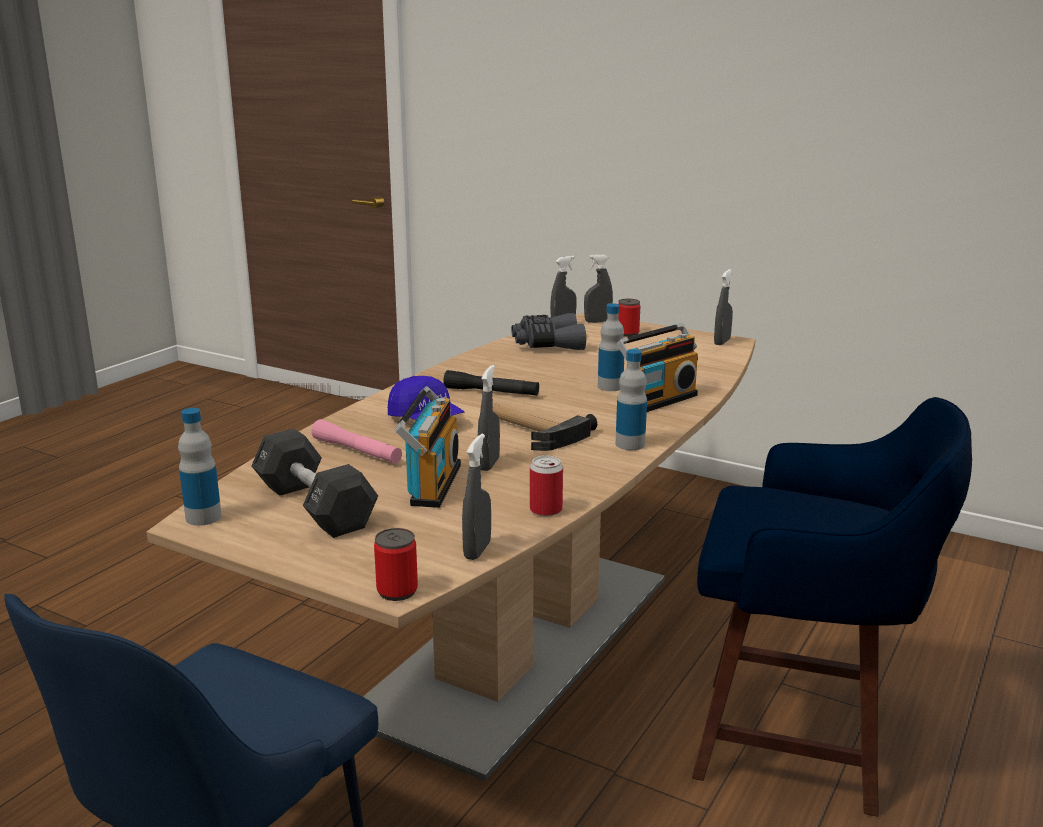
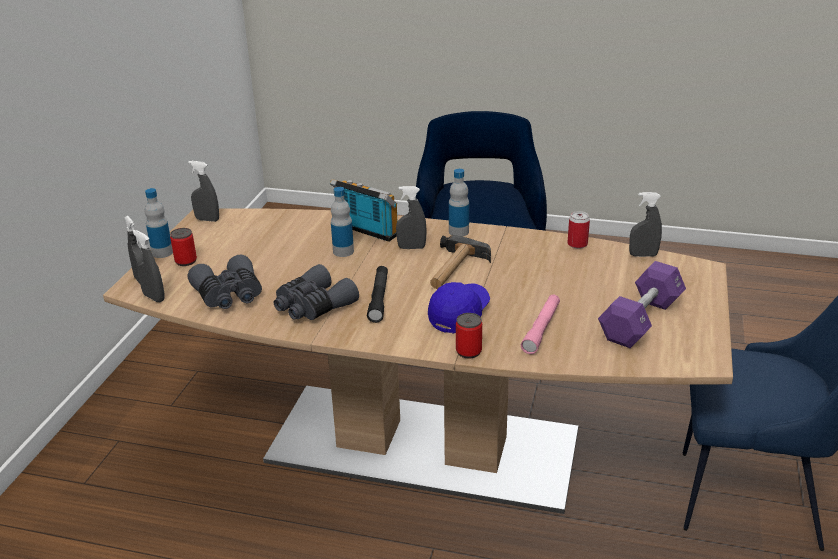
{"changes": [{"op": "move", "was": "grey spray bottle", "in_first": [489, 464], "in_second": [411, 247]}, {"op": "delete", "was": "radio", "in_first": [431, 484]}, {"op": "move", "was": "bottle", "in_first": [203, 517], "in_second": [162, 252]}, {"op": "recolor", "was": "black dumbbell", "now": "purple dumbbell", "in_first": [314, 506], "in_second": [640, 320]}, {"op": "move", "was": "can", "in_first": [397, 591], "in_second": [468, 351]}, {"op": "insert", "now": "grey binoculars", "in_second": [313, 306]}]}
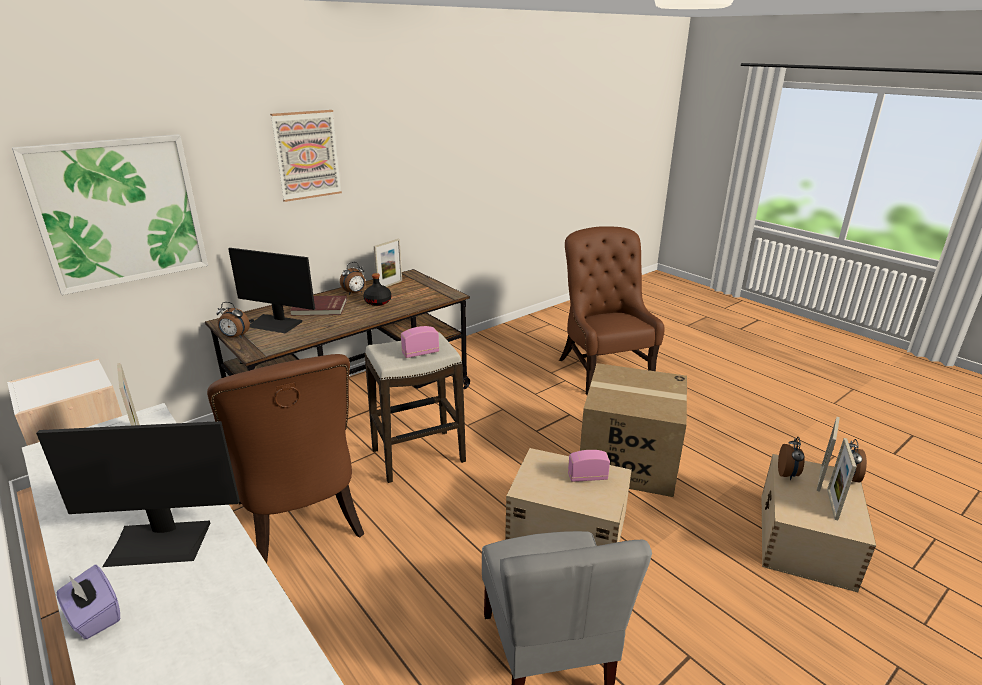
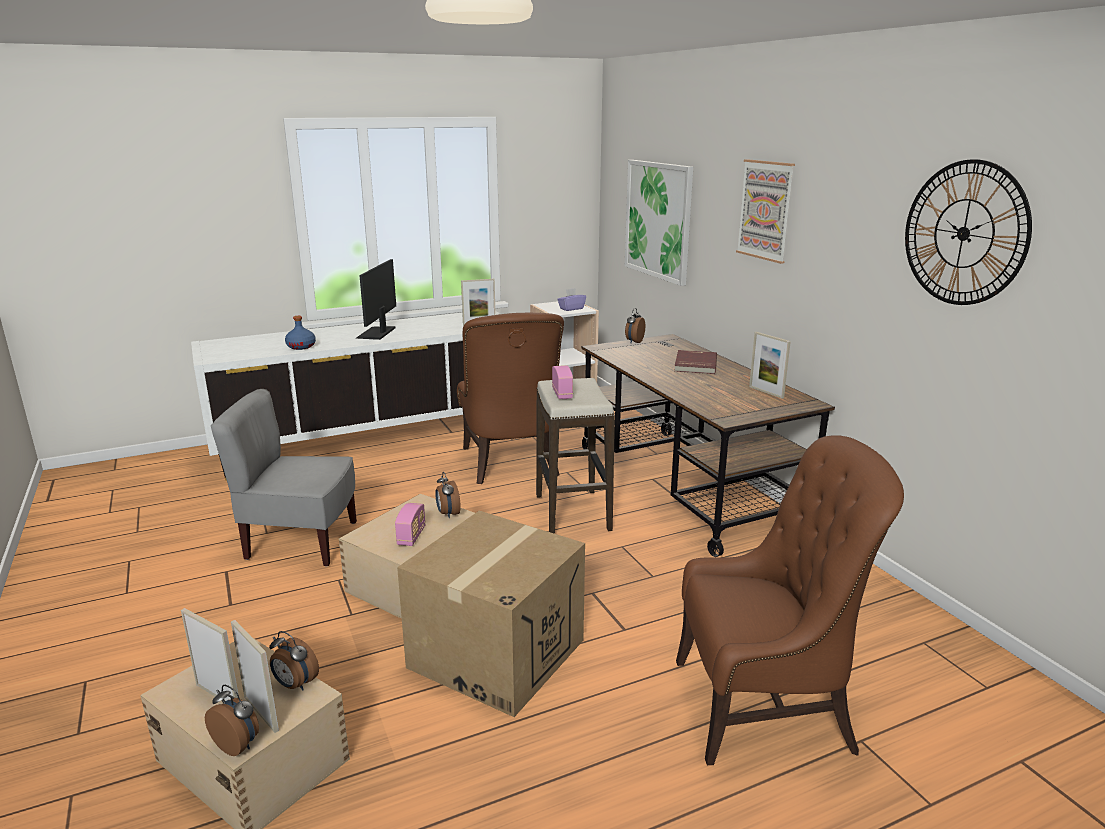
{"changes": [{"op": "delete", "was": "monitor", "in_first": [275, 323]}, {"op": "move", "was": "alarm clock", "in_first": [355, 293], "in_second": [448, 514]}, {"op": "delete", "was": "black bottle", "in_first": [378, 302]}, {"op": "rotate", "was": "brown chair", "in_first": [301, 519], "in_second": [511, 462], "clockwise": -90}, {"op": "move", "was": "purple tissue box", "in_first": [94, 616], "in_second": [571, 308]}, {"op": "insert", "now": "wall clock", "in_second": [964, 233]}, {"op": "insert", "now": "blue bottle", "in_second": [301, 346]}]}
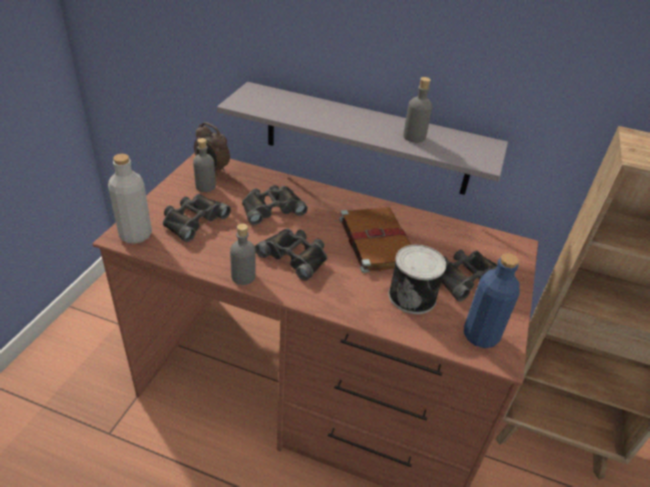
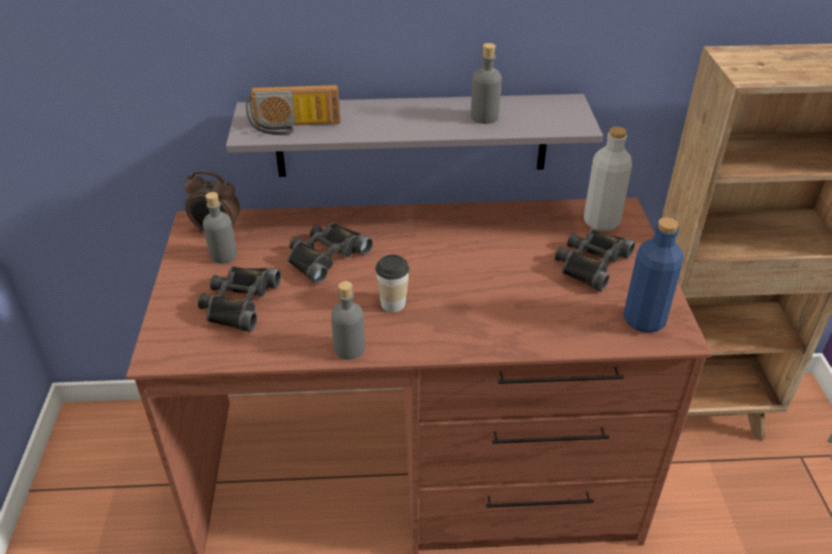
{"changes": [{"op": "move", "was": "grey bottle", "in_first": [135, 235], "in_second": [601, 222]}, {"op": "delete", "was": "brown book", "in_first": [376, 240]}, {"op": "replace", "was": "black binoculars", "now": "cup", "in_first": [295, 256], "in_second": [393, 303]}, {"op": "delete", "was": "can", "in_first": [413, 296]}, {"op": "insert", "now": "radio", "in_second": [294, 127]}]}
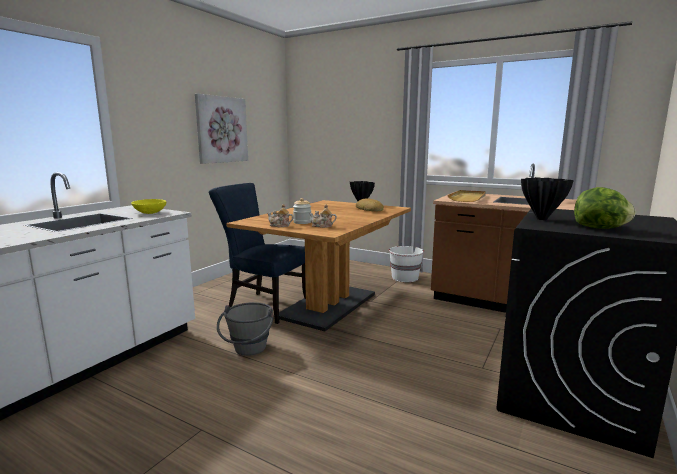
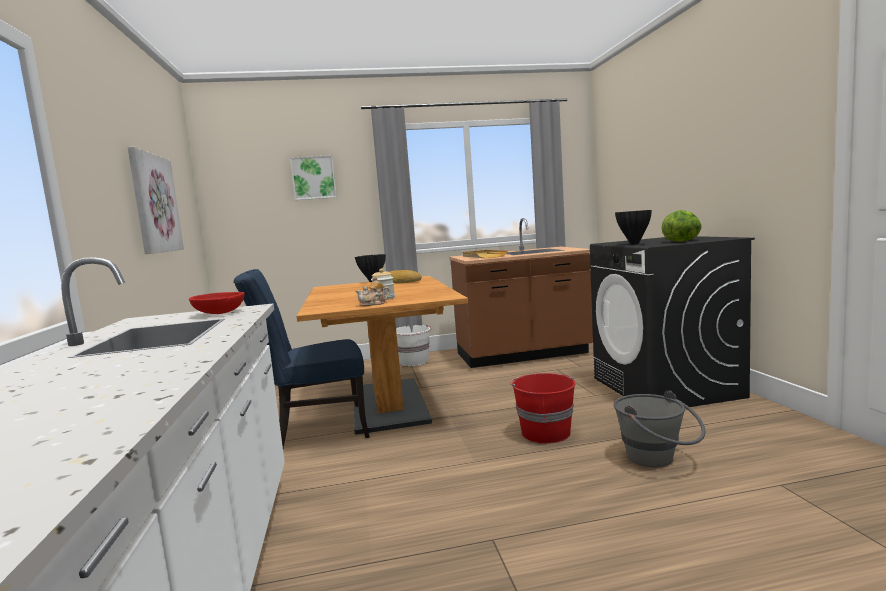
{"changes": [{"op": "recolor", "was": "yellow bowl", "now": "red bowl", "in_first": [150, 213], "in_second": [219, 313]}, {"op": "delete", "was": "teapot", "in_first": [322, 226]}, {"op": "move", "was": "grey bucket", "in_first": [248, 351], "in_second": [658, 460]}, {"op": "insert", "now": "picture", "in_second": [313, 178]}, {"op": "insert", "now": "red bucket", "in_second": [545, 432]}]}
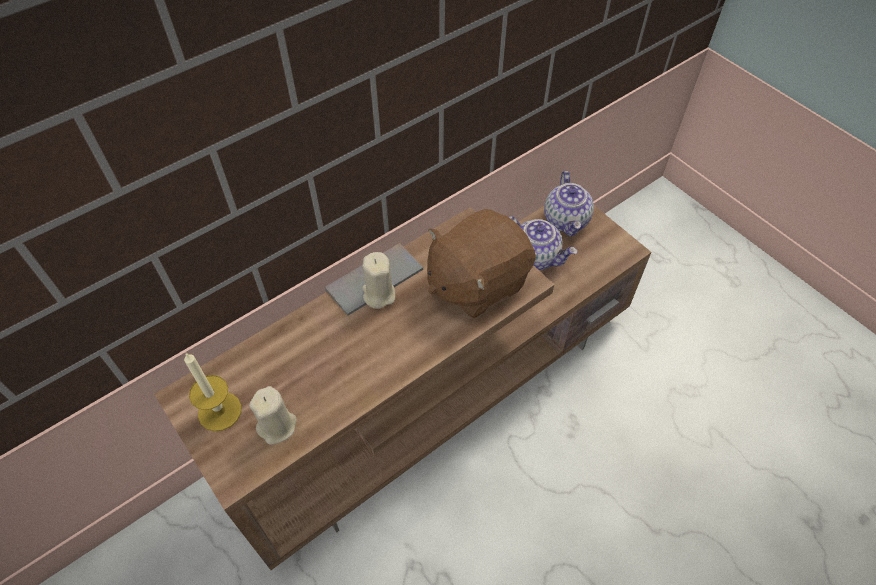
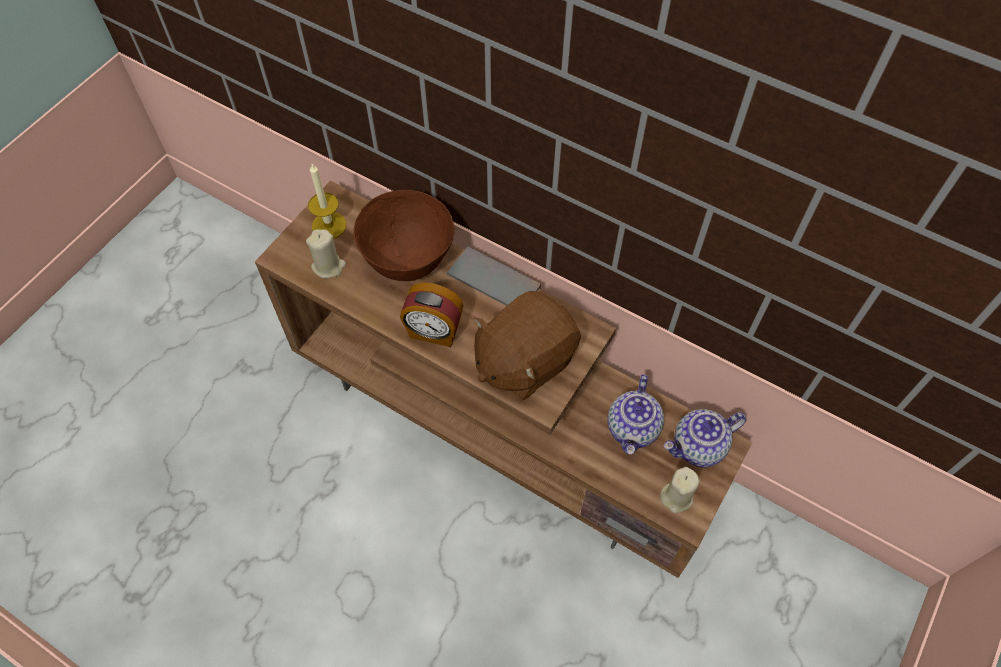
{"changes": [{"op": "rotate", "was": "brown plush toy", "in_first": [476, 282], "in_second": [524, 361], "clockwise": -75}, {"op": "move", "was": "beige candle", "in_first": [378, 294], "in_second": [676, 496]}, {"op": "insert", "now": "brown bowl", "in_second": [408, 261]}, {"op": "insert", "now": "alarm clock", "in_second": [434, 332]}]}
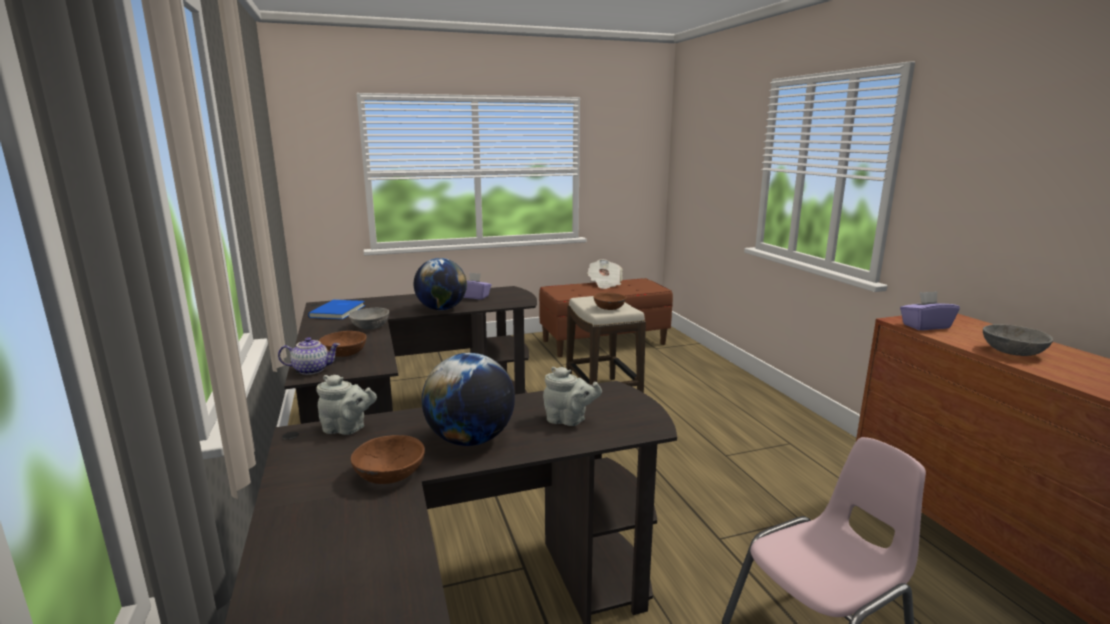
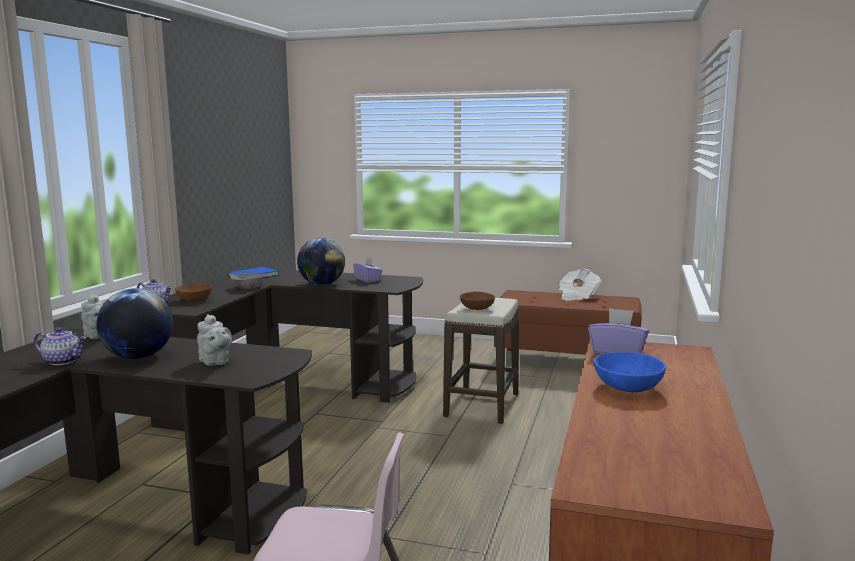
{"changes": [{"op": "recolor", "was": "grey bowl", "now": "blue bowl", "in_first": [1011, 351], "in_second": [628, 386]}, {"op": "replace", "was": "brown bowl", "now": "teapot", "in_first": [389, 474], "in_second": [63, 361]}]}
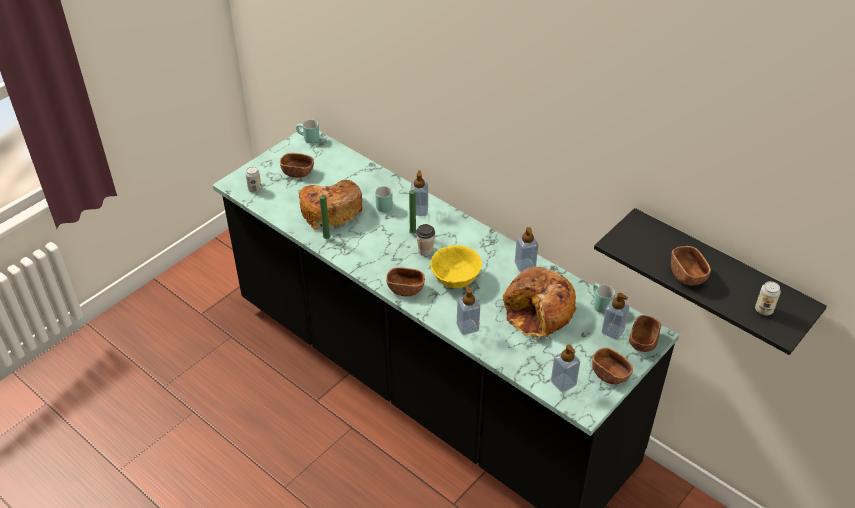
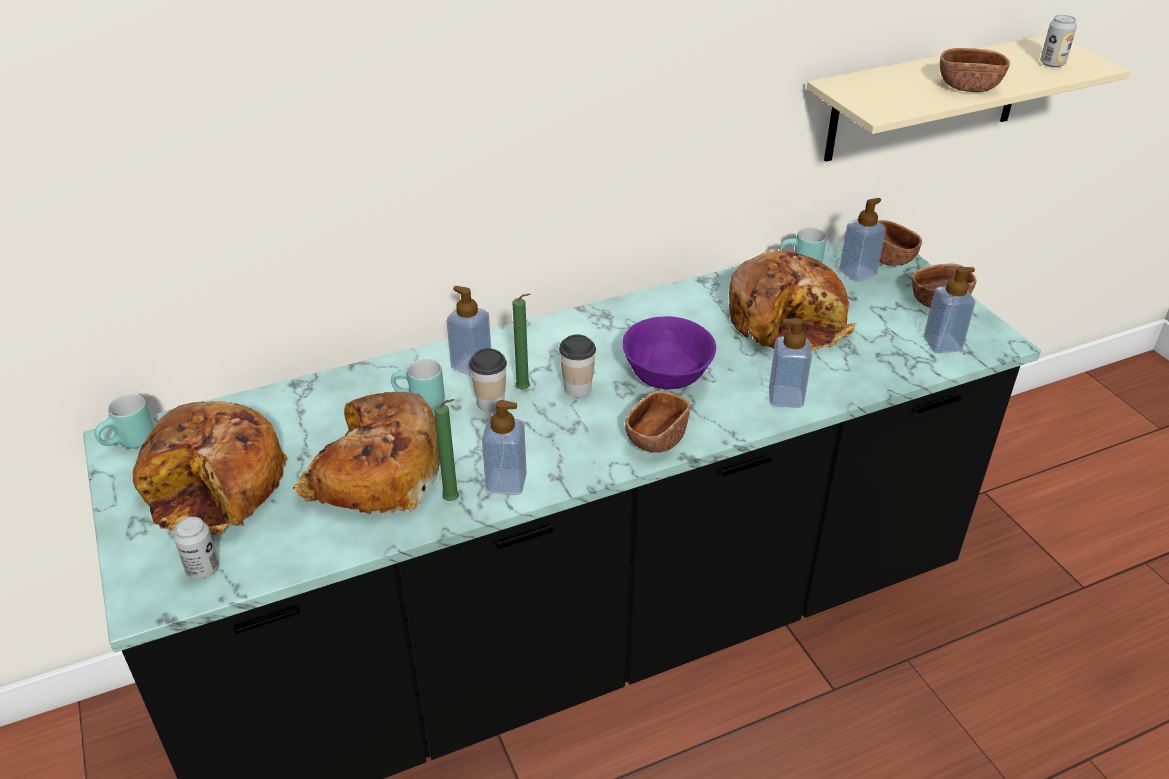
{"changes": [{"op": "replace", "was": "brown bowl", "now": "bread", "in_first": [298, 172], "in_second": [217, 487]}, {"op": "recolor", "was": "black shelf", "now": "beige shelf", "in_first": [719, 276], "in_second": [926, 98]}, {"op": "move", "was": "soap dispenser", "in_first": [525, 265], "in_second": [506, 482]}, {"op": "recolor", "was": "yellow bowl", "now": "purple bowl", "in_first": [455, 279], "in_second": [668, 377]}, {"op": "insert", "now": "cup", "in_second": [490, 403]}]}
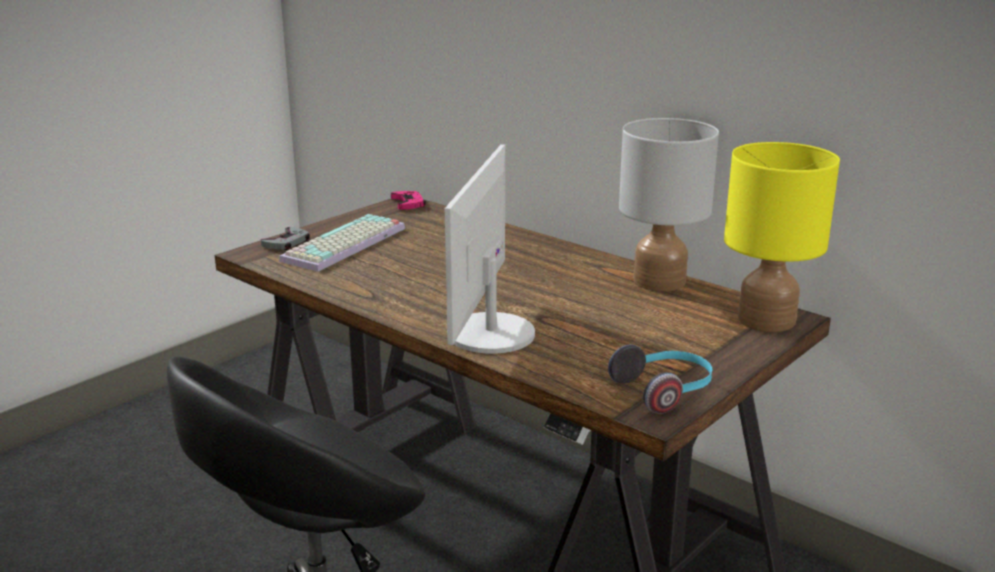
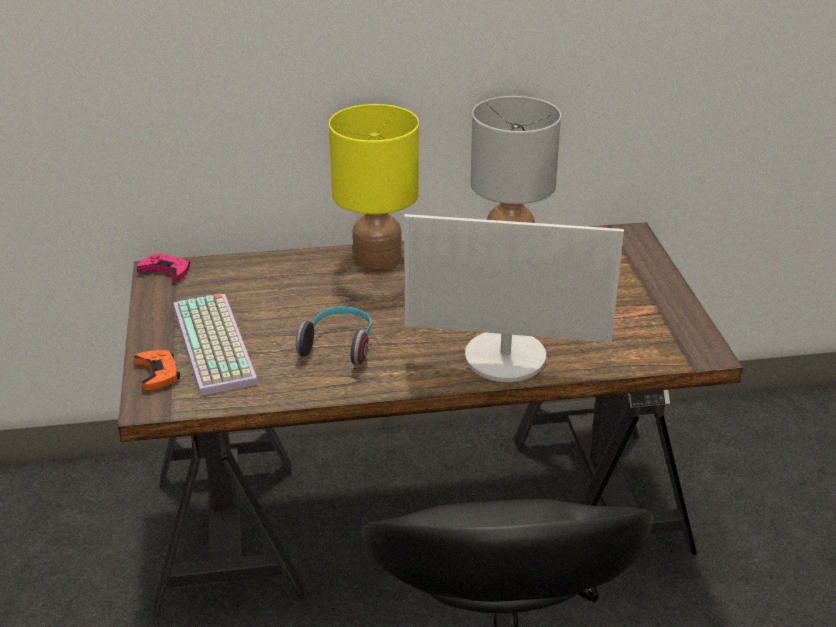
{"changes": [{"op": "move", "was": "yellow table lamp", "in_first": [765, 320], "in_second": [376, 257]}, {"op": "rotate", "was": "monitor", "in_first": [489, 334], "in_second": [505, 358], "clockwise": -45}, {"op": "recolor", "was": "grey game controller", "now": "orange game controller", "in_first": [287, 243], "in_second": [158, 373]}, {"op": "move", "was": "headphones", "in_first": [665, 391], "in_second": [339, 345]}]}
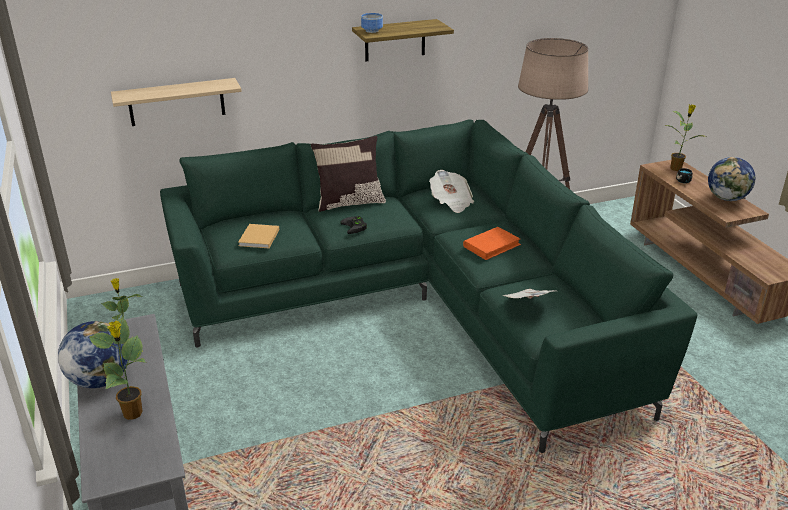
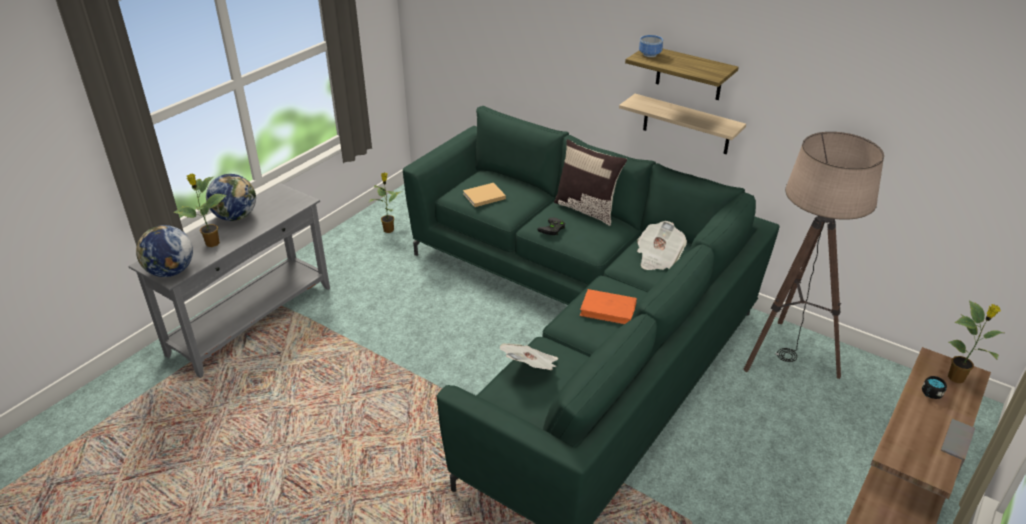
{"changes": [{"op": "move", "was": "shelf", "in_first": [176, 102], "in_second": [686, 124]}, {"op": "move", "was": "globe", "in_first": [727, 198], "in_second": [170, 272]}]}
